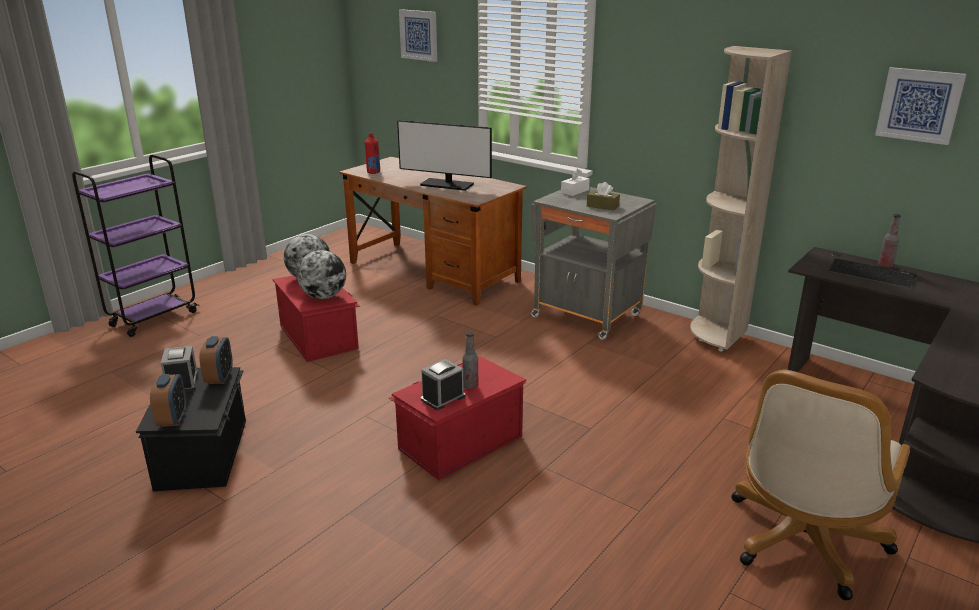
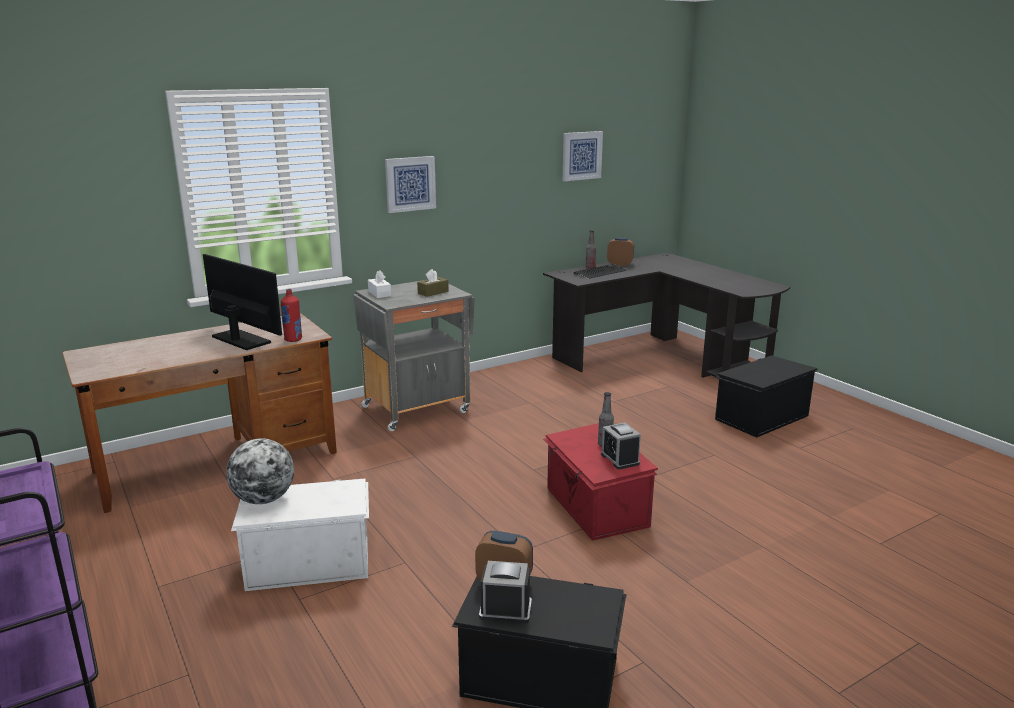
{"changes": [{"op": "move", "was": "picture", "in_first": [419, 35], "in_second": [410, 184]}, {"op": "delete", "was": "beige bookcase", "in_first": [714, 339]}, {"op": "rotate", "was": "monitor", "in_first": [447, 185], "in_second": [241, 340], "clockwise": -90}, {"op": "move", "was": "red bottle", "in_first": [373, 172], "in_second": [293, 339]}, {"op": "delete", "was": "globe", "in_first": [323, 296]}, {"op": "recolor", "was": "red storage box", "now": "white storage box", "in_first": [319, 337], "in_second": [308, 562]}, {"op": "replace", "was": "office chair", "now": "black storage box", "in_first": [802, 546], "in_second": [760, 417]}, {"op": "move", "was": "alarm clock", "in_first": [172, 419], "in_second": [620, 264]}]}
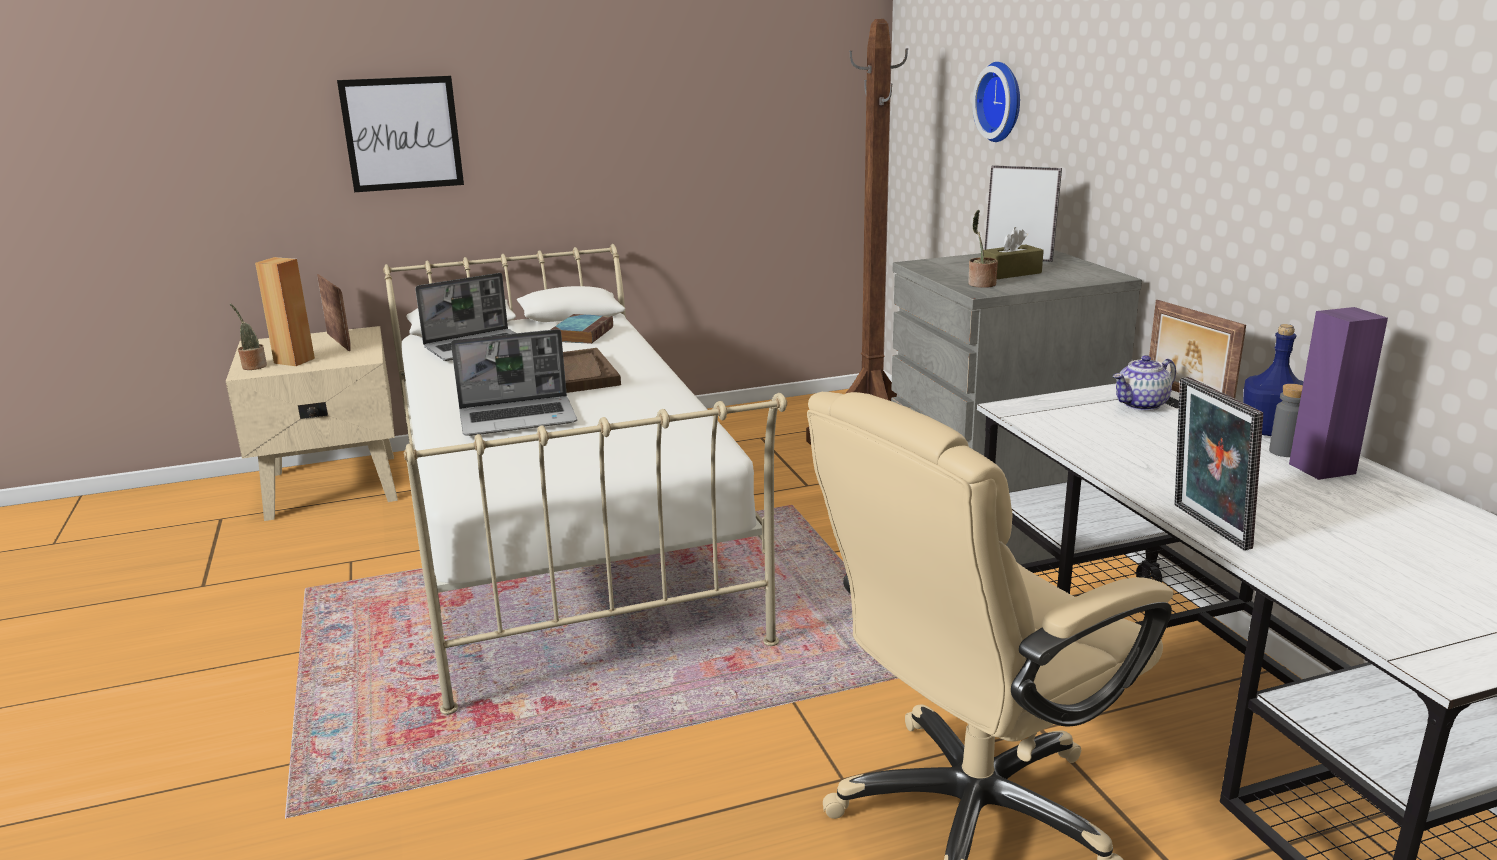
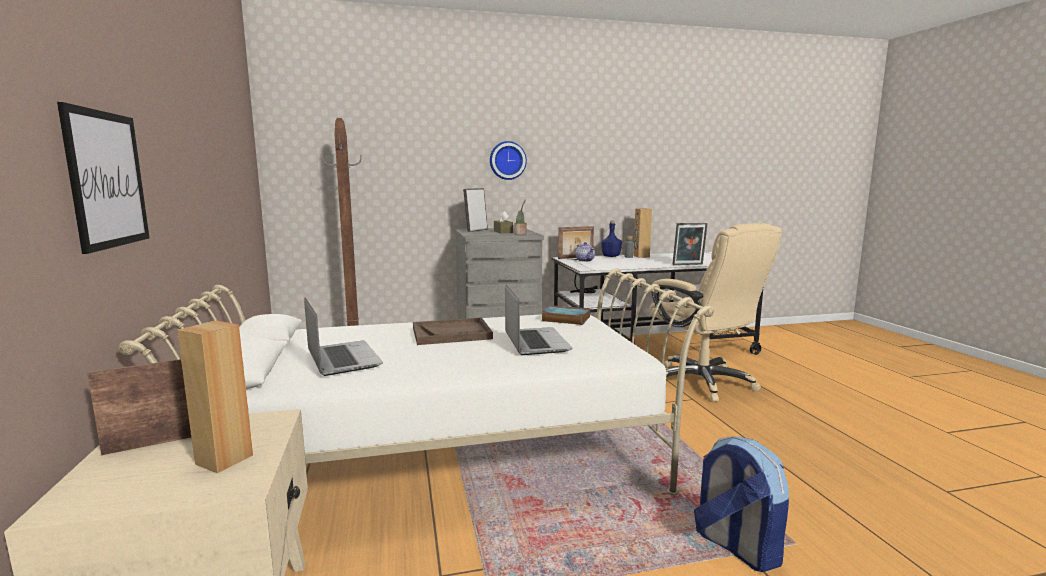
{"changes": [{"op": "move", "was": "wall clock", "in_first": [1002, 101], "in_second": [507, 160]}, {"op": "delete", "was": "potted plant", "in_first": [253, 366]}, {"op": "recolor", "was": "purple speaker", "now": "brown speaker", "in_first": [1321, 468], "in_second": [641, 256]}, {"op": "move", "was": "book", "in_first": [582, 334], "in_second": [564, 319]}, {"op": "insert", "now": "backpack", "in_second": [735, 547]}]}
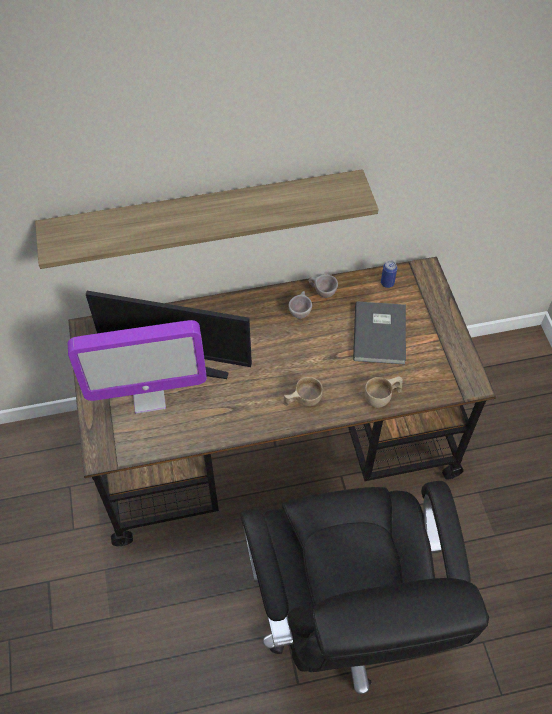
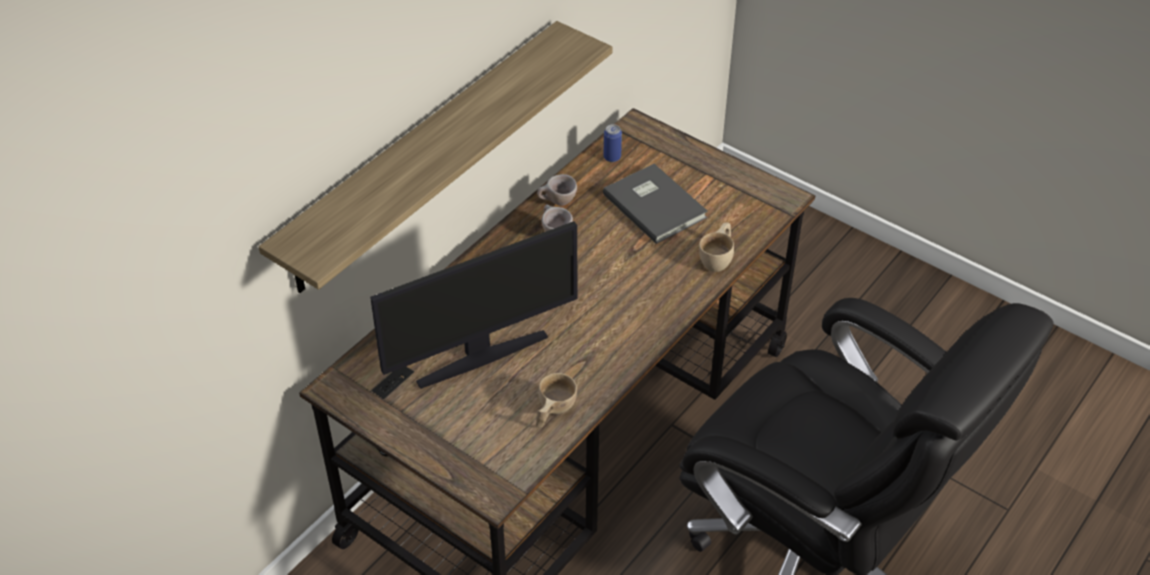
{"changes": [{"op": "delete", "was": "monitor", "in_first": [149, 397]}, {"op": "move", "was": "beige cup", "in_first": [302, 400], "in_second": [552, 411]}]}
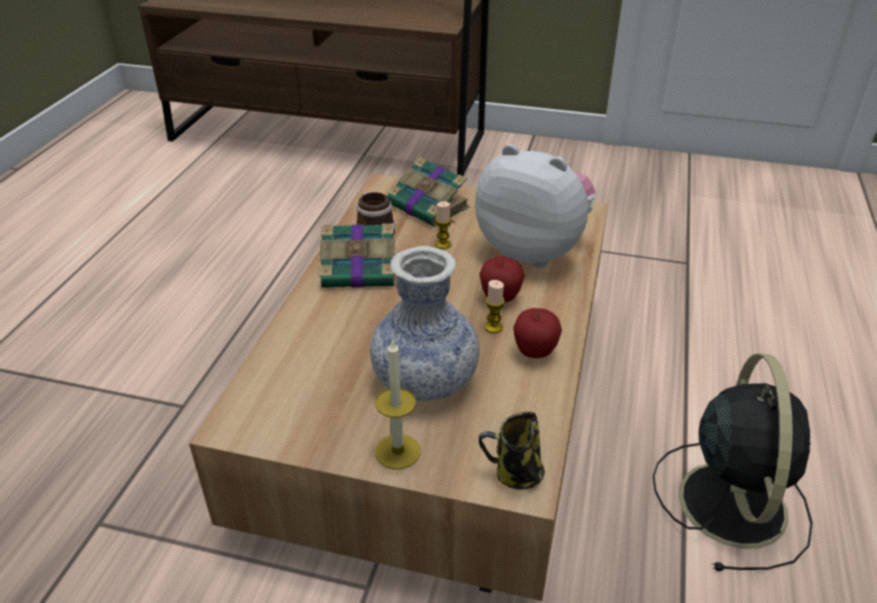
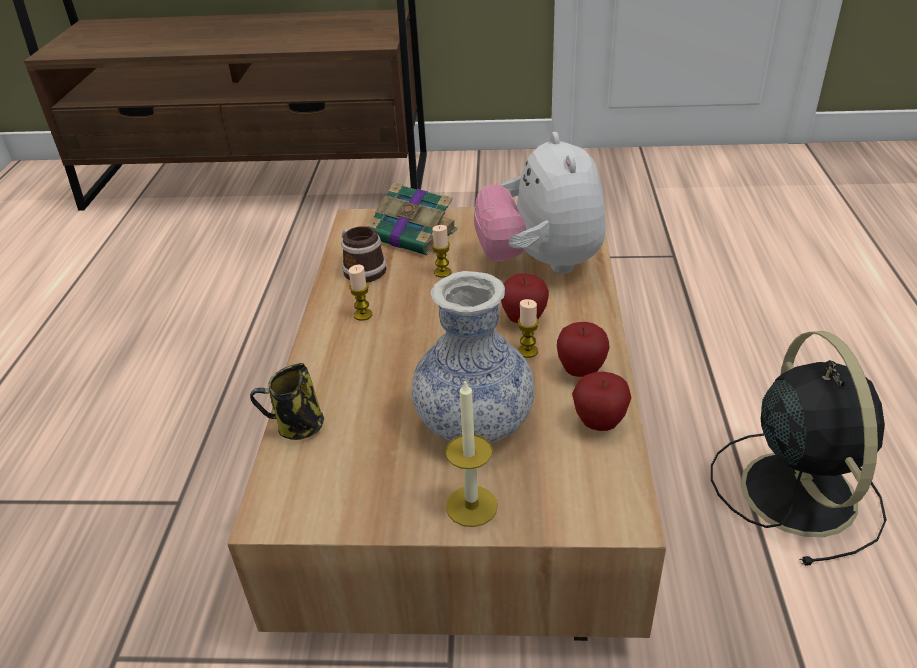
{"changes": [{"op": "rotate", "was": "plush toy", "in_first": [533, 250], "in_second": [540, 263], "clockwise": -120}, {"op": "replace", "was": "book", "now": "candle", "in_first": [361, 271], "in_second": [363, 315]}, {"op": "move", "was": "mug", "in_first": [515, 474], "in_second": [297, 427]}, {"op": "insert", "now": "apple", "in_second": [599, 423]}]}
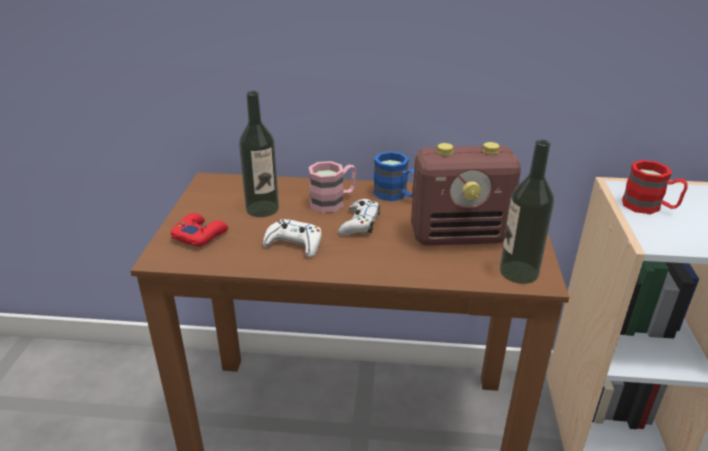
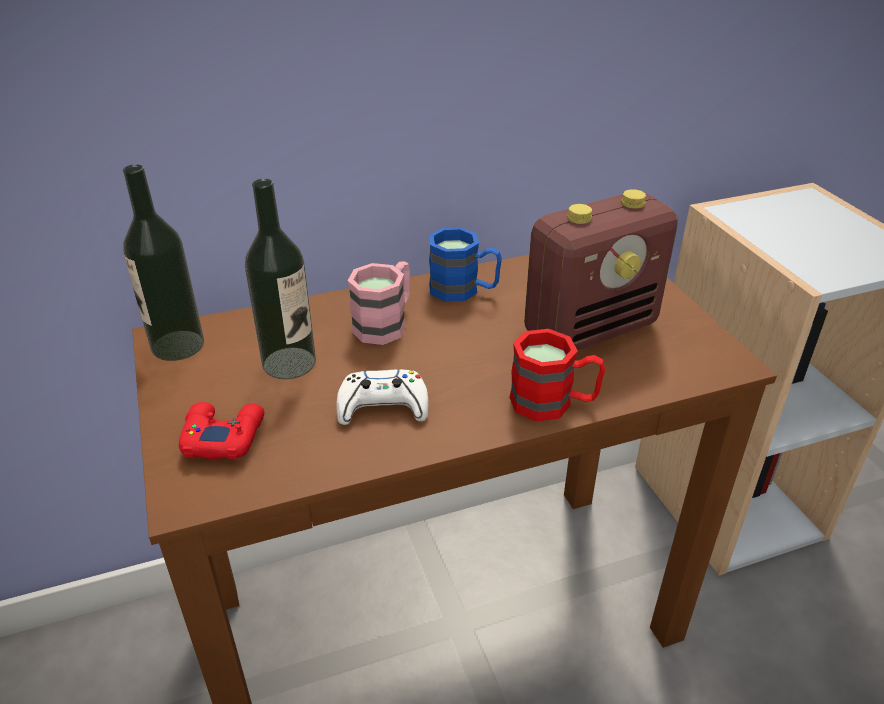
{"changes": [{"op": "move", "was": "bottle", "in_first": [518, 272], "in_second": [177, 345]}, {"op": "move", "was": "red mug", "in_first": [649, 207], "in_second": [553, 403]}, {"op": "delete", "was": "white game controller", "in_first": [359, 224]}]}
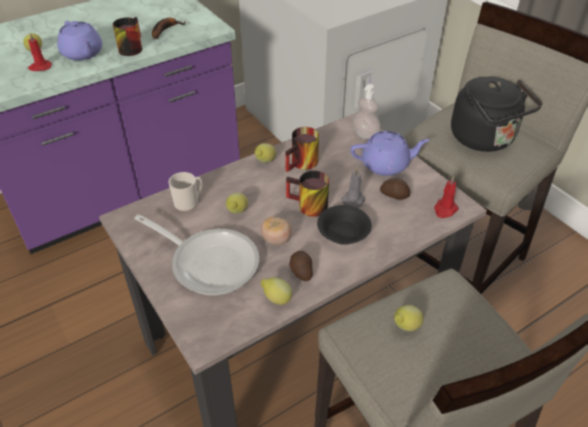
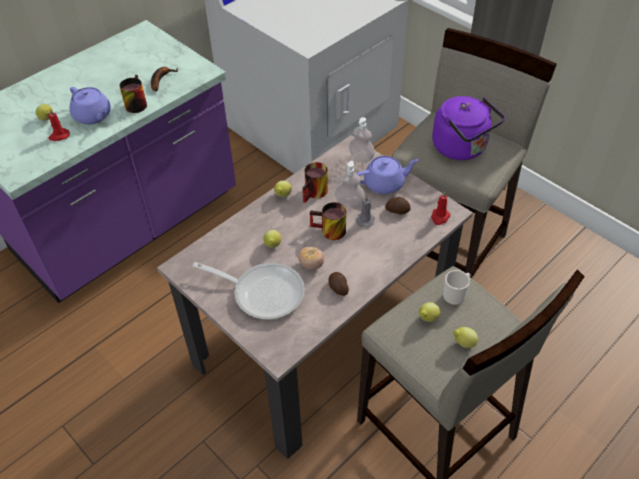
{"changes": [{"op": "recolor", "was": "black kettle", "now": "purple kettle", "in_first": [485, 140], "in_second": [462, 148]}, {"op": "move", "was": "mug", "in_first": [189, 202], "in_second": [456, 295]}, {"op": "delete", "was": "black bowl", "in_first": [343, 233]}, {"op": "move", "was": "lemon", "in_first": [276, 299], "in_second": [463, 343]}, {"op": "insert", "now": "soap dispenser", "in_second": [349, 202]}]}
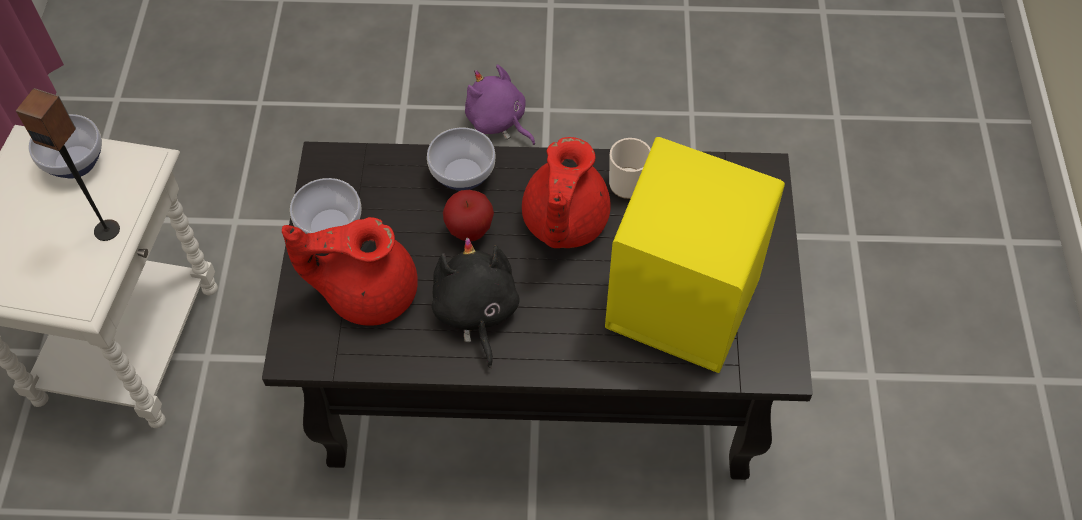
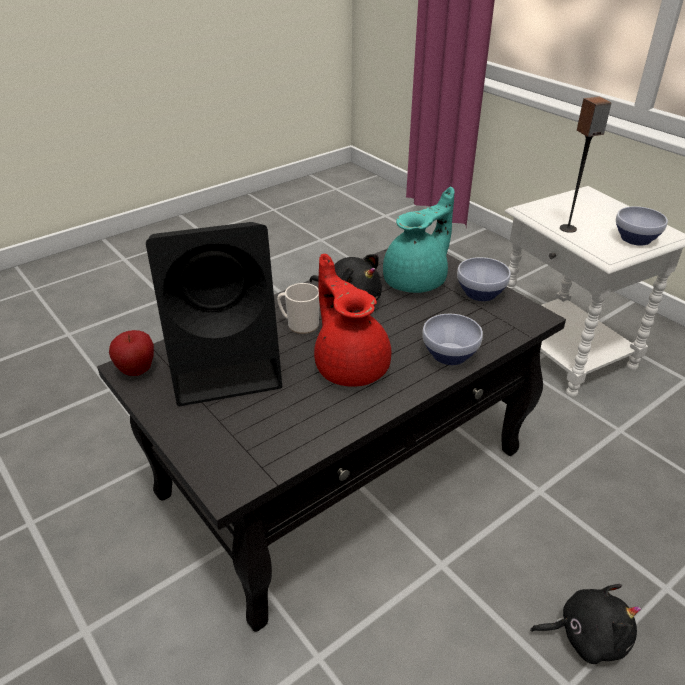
{"changes": [{"op": "recolor", "was": "purple plush toy", "now": "black plush toy", "in_first": [498, 121], "in_second": [586, 636]}, {"op": "recolor", "was": "yellow speaker", "now": "black speaker", "in_first": [677, 303], "in_second": [227, 364]}, {"op": "move", "was": "mug", "in_first": [631, 186], "in_second": [299, 325]}, {"op": "move", "was": "apple", "in_first": [469, 231], "in_second": [136, 371]}, {"op": "recolor", "was": "red teapot", "now": "turquoise teapot", "in_first": [367, 292], "in_second": [417, 281]}]}
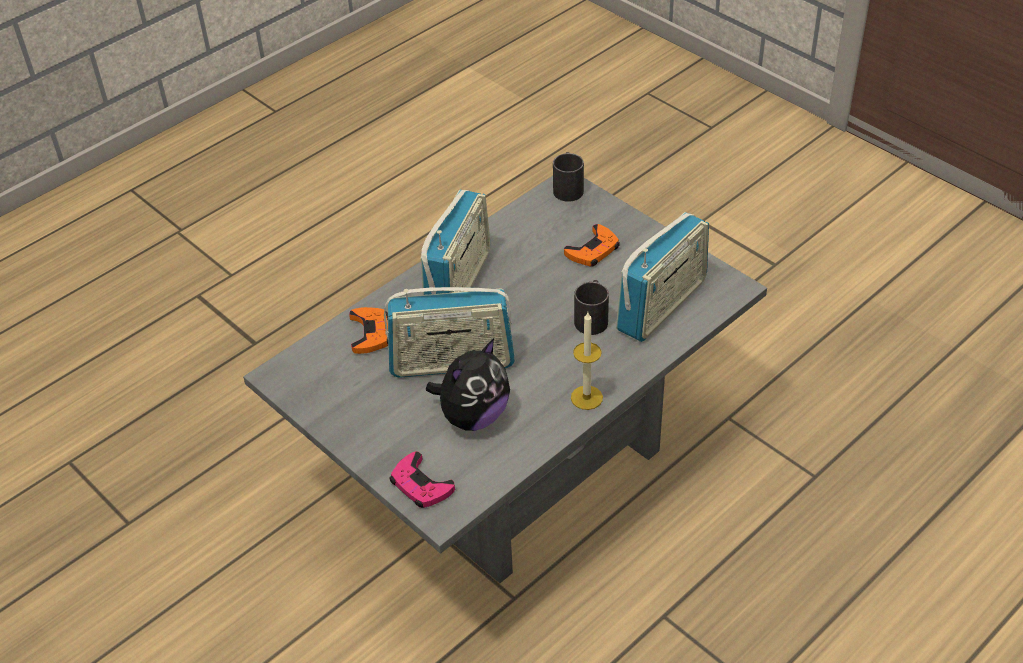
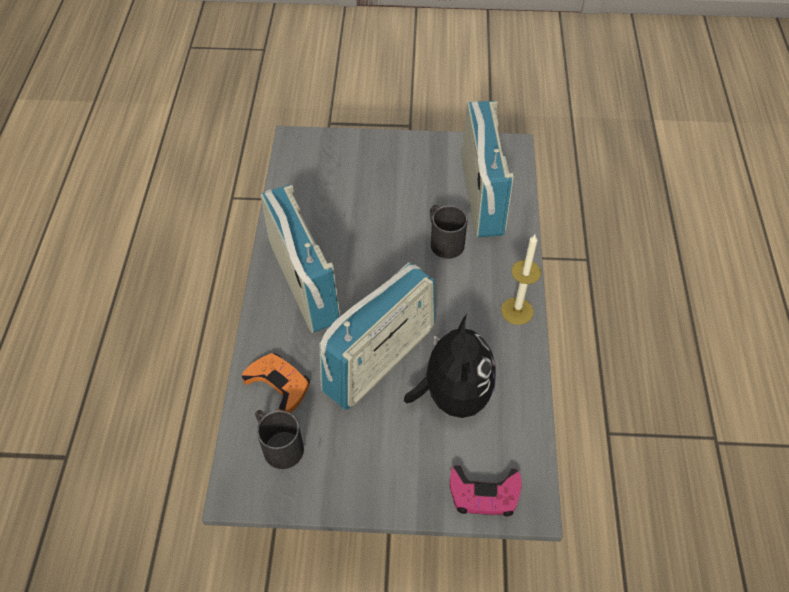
{"changes": [{"op": "move", "was": "black mug", "in_first": [568, 187], "in_second": [278, 444]}, {"op": "delete", "was": "orange game controller", "in_first": [593, 250]}]}
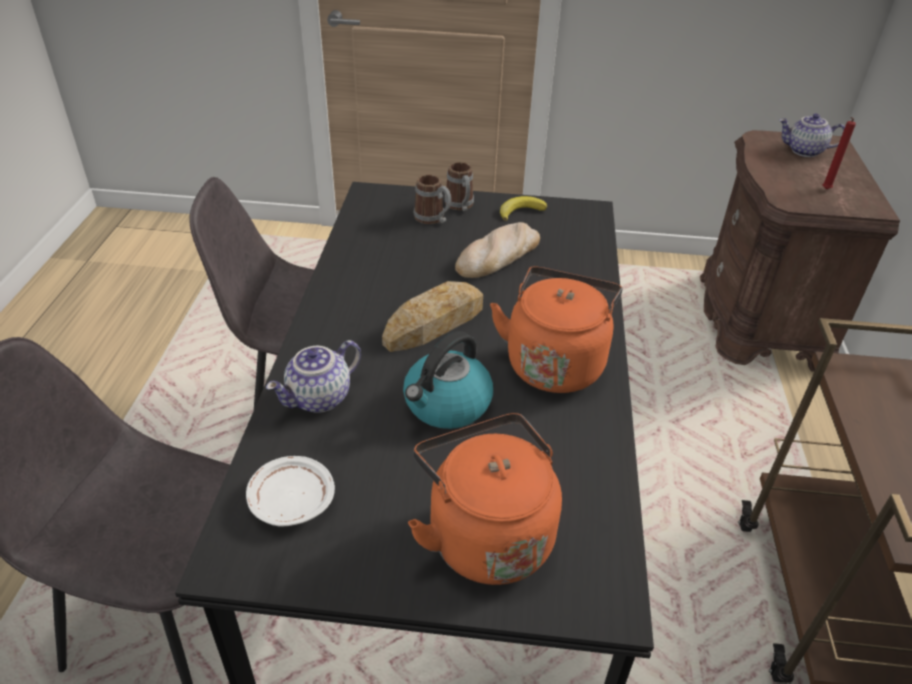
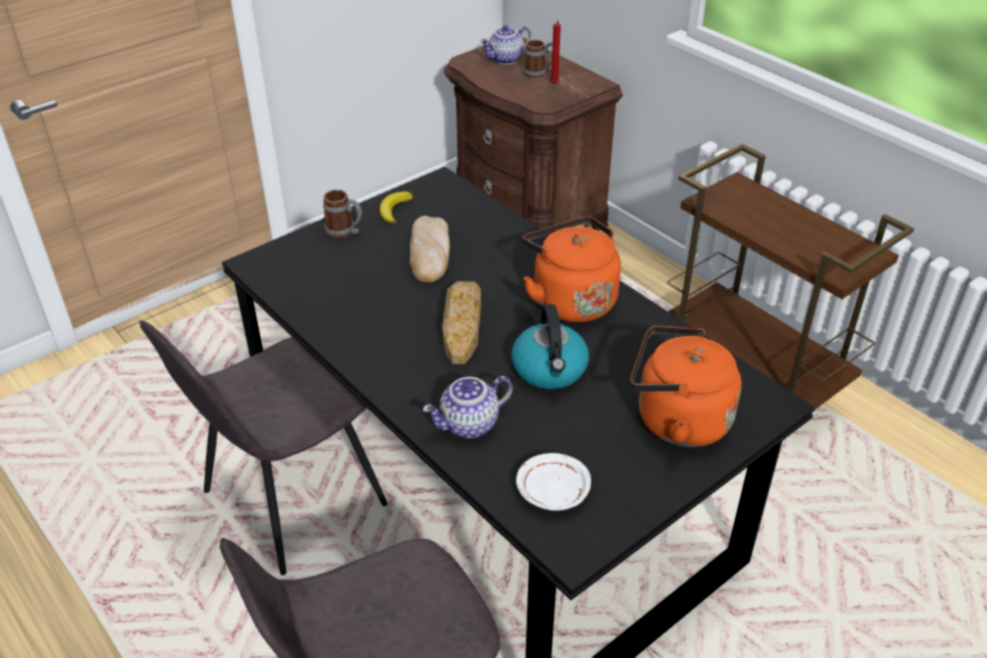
{"changes": [{"op": "move", "was": "mug", "in_first": [433, 219], "in_second": [539, 73]}, {"op": "rotate", "was": "teapot", "in_first": [319, 399], "in_second": [469, 425], "clockwise": 60}]}
